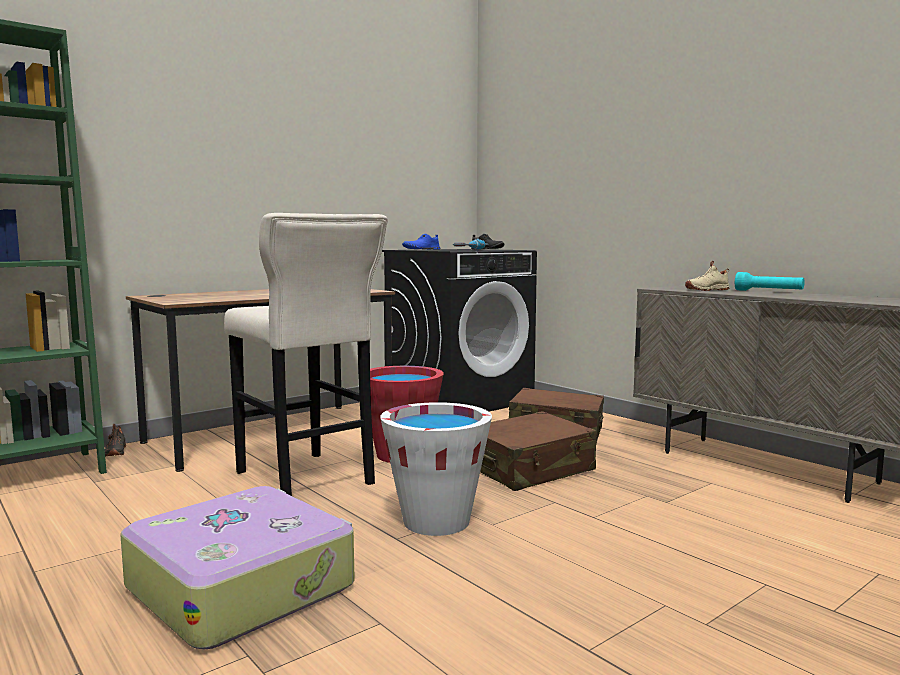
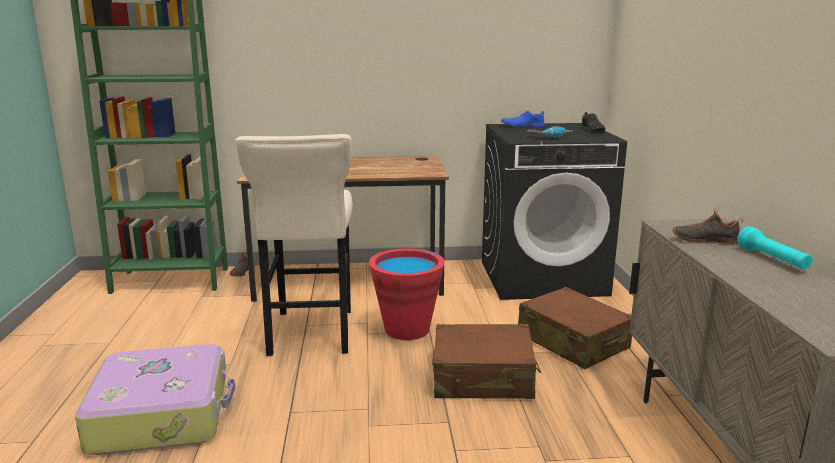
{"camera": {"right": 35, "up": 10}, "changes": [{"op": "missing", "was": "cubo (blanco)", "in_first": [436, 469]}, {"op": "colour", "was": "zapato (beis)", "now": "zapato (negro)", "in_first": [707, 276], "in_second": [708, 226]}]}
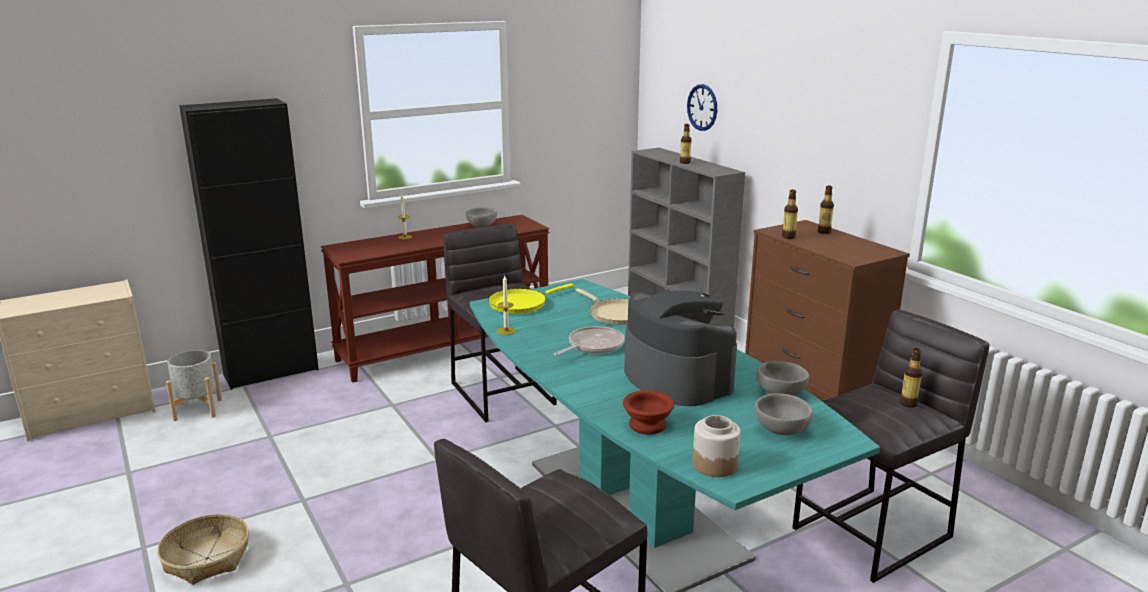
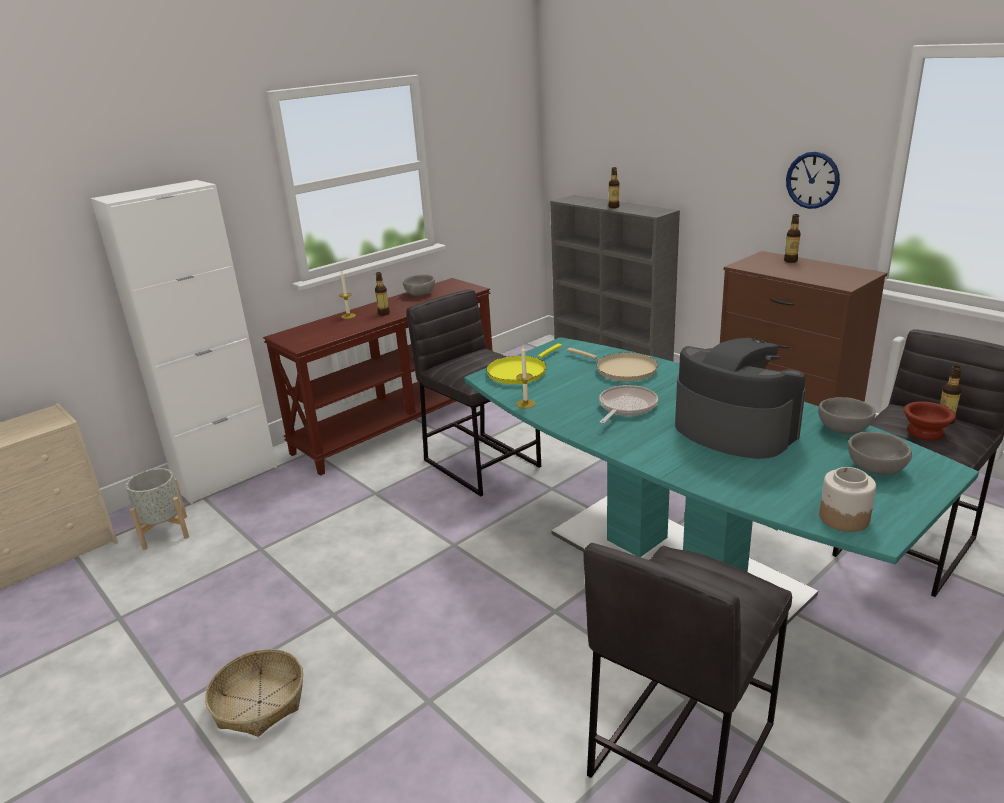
{"camera": {"right": -10, "up": 5}, "changes": [{"op": "relocated", "was": "cuenco (marrón)", "in_first": [648, 412], "in_second": [930, 421]}, {"op": "relocated", "was": "reloj de pared", "in_first": [702, 107], "in_second": [813, 180]}, {"op": "relocated", "was": "botella", "in_first": [790, 214], "in_second": [382, 294]}, {"op": "colour", "was": "armario (negro)", "now": "armario (blanco)", "in_first": [249, 244], "in_second": [184, 342]}]}
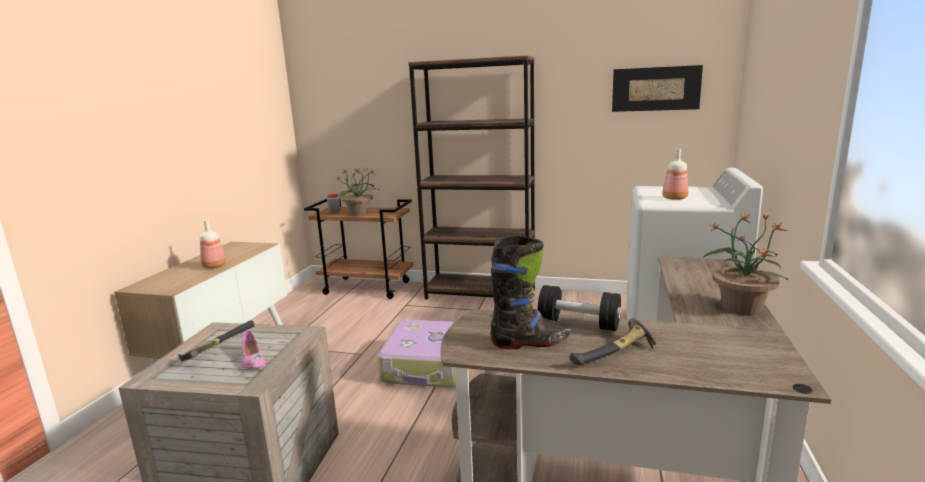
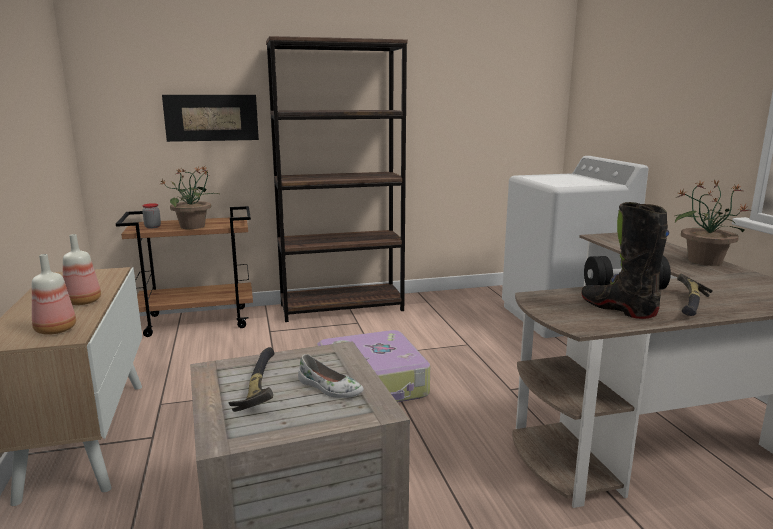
{"camera": {"right": -30, "up": 0}, "changes": [{"op": "relocated", "was": "cuadro", "in_first": [657, 88], "in_second": [210, 118]}, {"op": "relocated", "was": "botella", "in_first": [675, 174], "in_second": [54, 294]}, {"op": "colour", "was": "zapato (rosa)", "now": "zapato (blanco)", "in_first": [253, 350], "in_second": [331, 376]}, {"op": "spun", "was": "bota (negro)", "in_first": [530, 292], "in_second": [625, 260], "clockwise": -90}]}
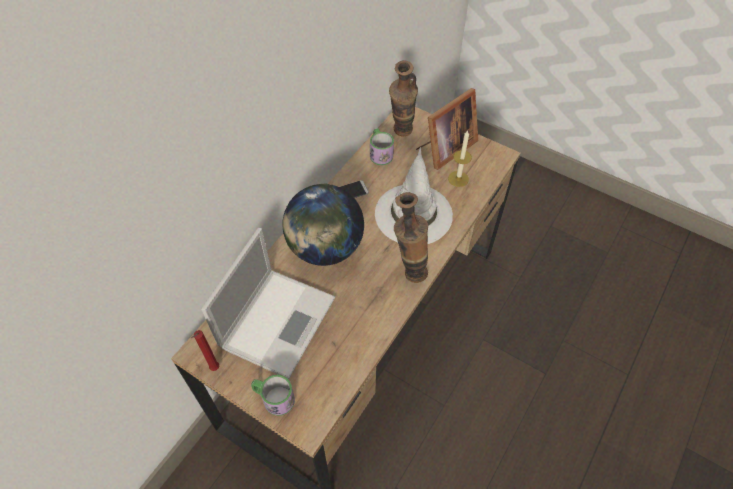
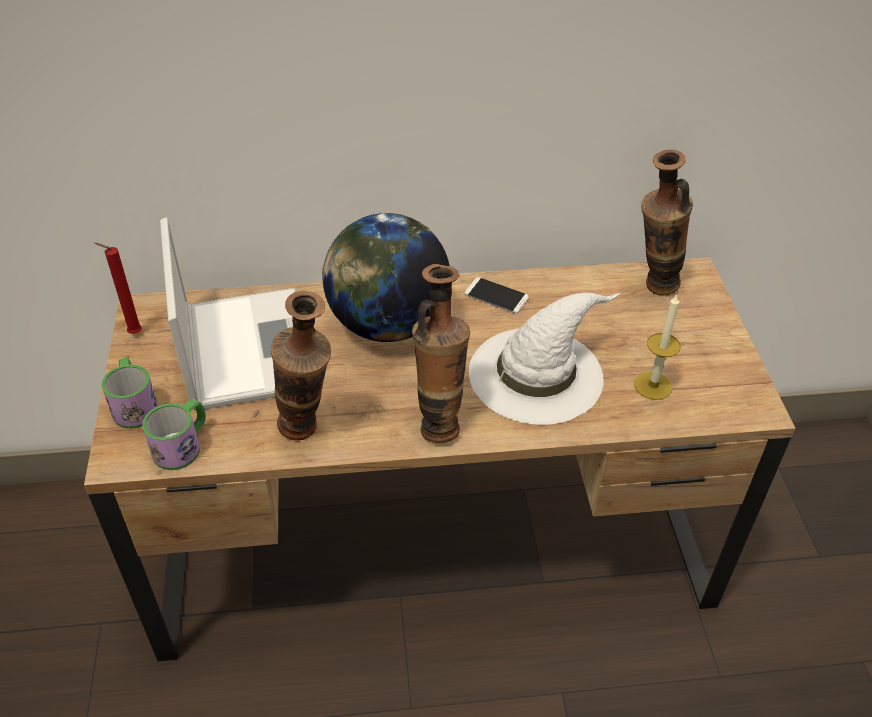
{"camera": {"right": 50, "up": -10}, "changes": [{"op": "missing", "was": "portarretratos", "in_first": [447, 129]}, {"op": "appeared", "now": "florero", "in_second": [301, 365]}, {"op": "relocated", "was": "taza grande", "in_first": [382, 146], "in_second": [174, 434]}, {"op": "spun", "was": "portátil", "in_first": [268, 303], "in_second": [228, 313], "clockwise": -90}]}
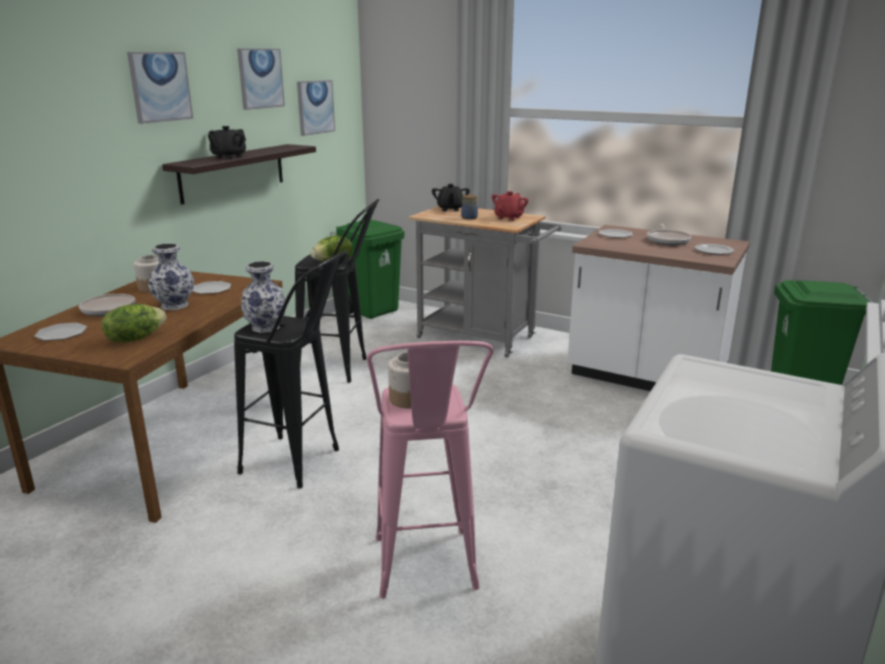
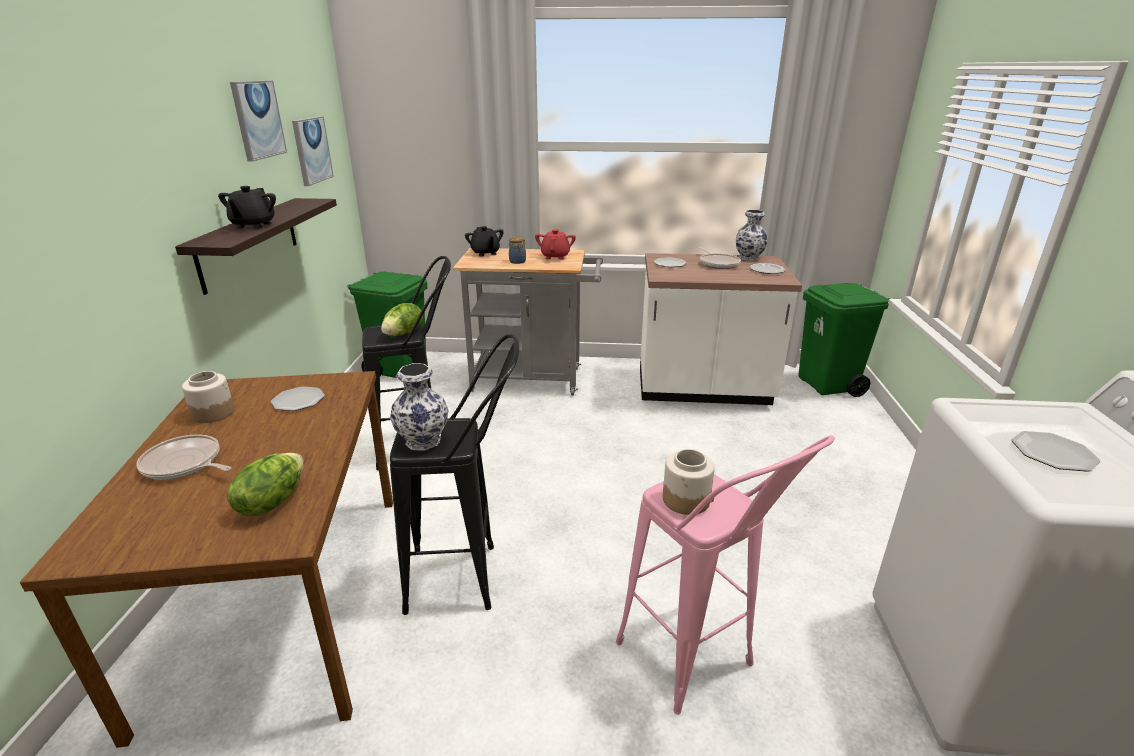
{"camera": {"right": -25, "up": 5}, "changes": [{"op": "missing", "was": "cuadro", "in_first": [160, 88]}, {"op": "relocated", "was": "plato", "in_first": [60, 332], "in_second": [1056, 451]}, {"op": "relocated", "was": "florero", "in_first": [171, 276], "in_second": [751, 235]}]}
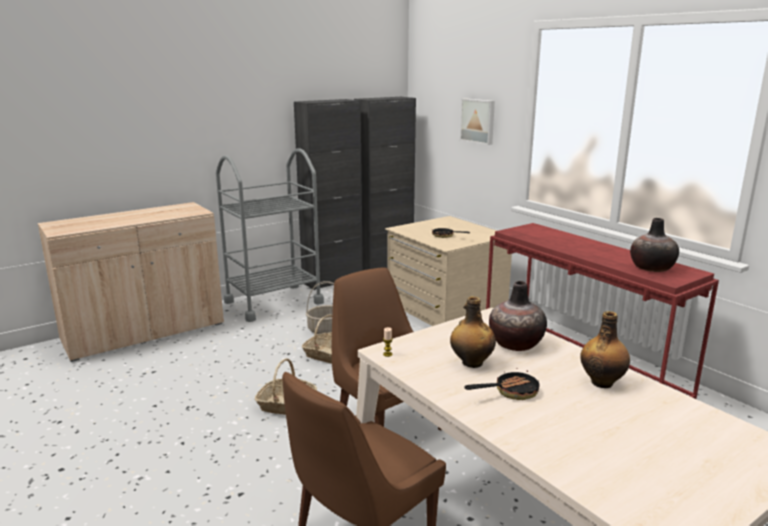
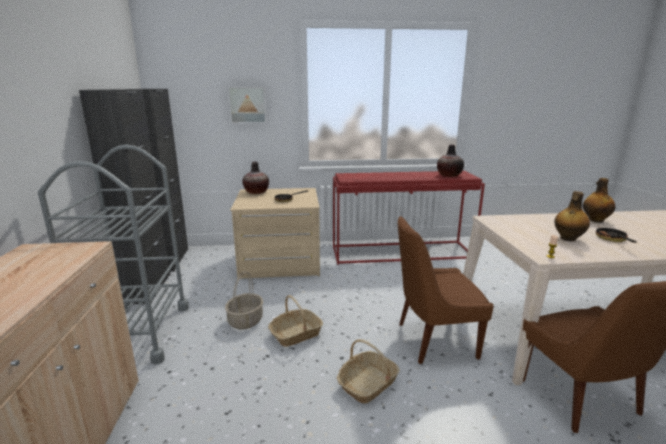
{"camera": {"right": -60, "up": 0}, "changes": [{"op": "relocated", "was": "florero", "in_first": [518, 316], "in_second": [255, 178]}]}
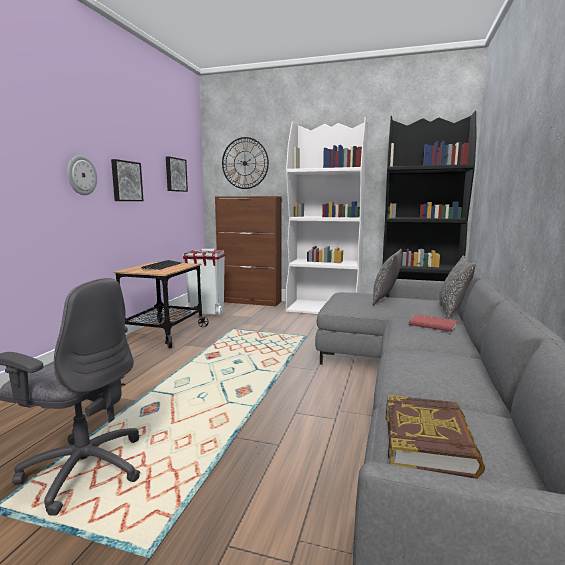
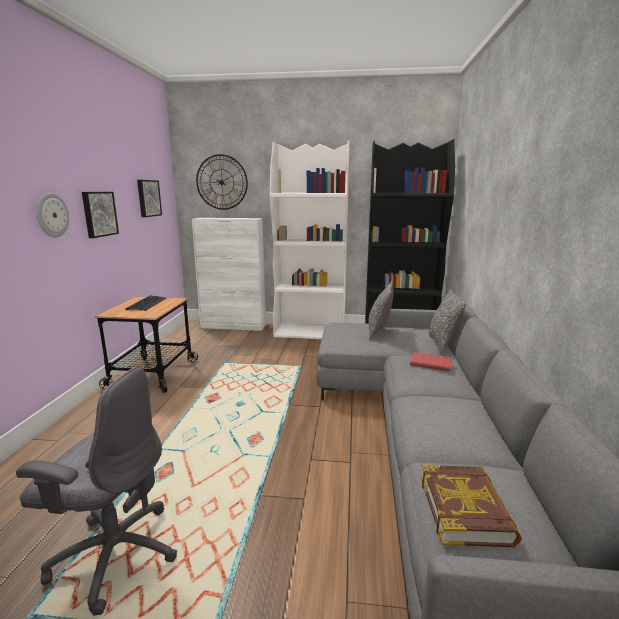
{"camera": {"right": -10, "up": 5}, "changes": [{"op": "missing", "was": "papelera (blanco)", "in_first": [204, 282]}, {"op": "colour", "was": "armario (marrón)", "now": "armario (blanco)", "in_first": [248, 251], "in_second": [229, 274]}]}
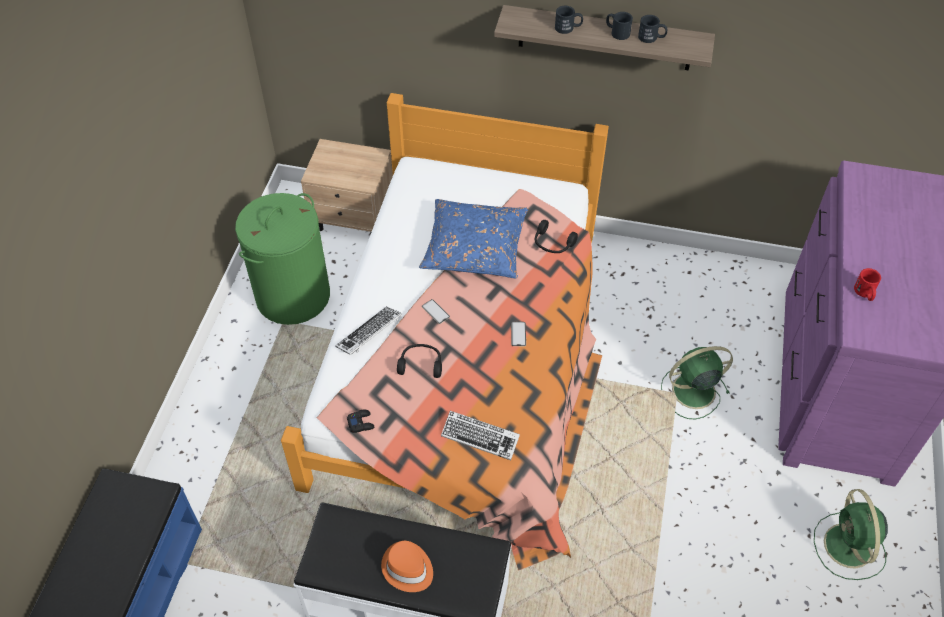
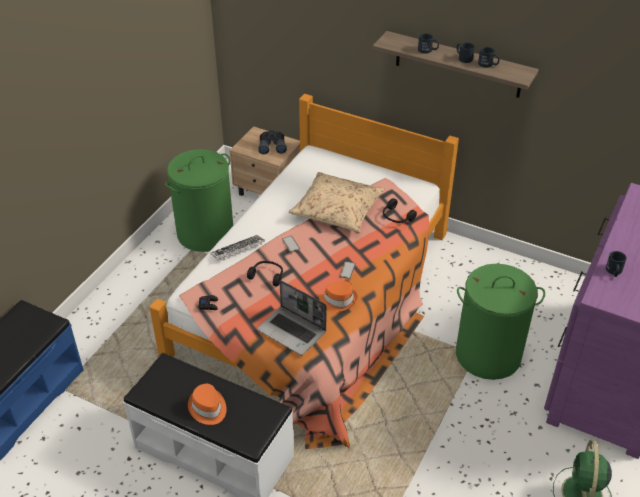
{"camera": {"right": 15, "up": -10}, "changes": [{"op": "appeared", "now": "prismáticos (gris)", "in_second": [272, 142]}, {"op": "appeared", "now": "sombrero (naranja)", "in_second": [338, 296]}, {"op": "exchanged", "was": "teclado", "now": "portátil", "in_first": [480, 435], "in_second": [291, 317]}, {"op": "exchanged", "was": "ventilador (verde)", "now": "cesto de la ropa (verde)", "in_first": [697, 382], "in_second": [500, 322]}, {"op": "colour", "was": "cojín (azul)", "now": "cojín (beis)", "in_first": [473, 238], "in_second": [337, 202]}, {"op": "colour", "was": "taza grande (rojo)", "now": "taza grande (negro)", "in_first": [867, 284], "in_second": [616, 264]}]}
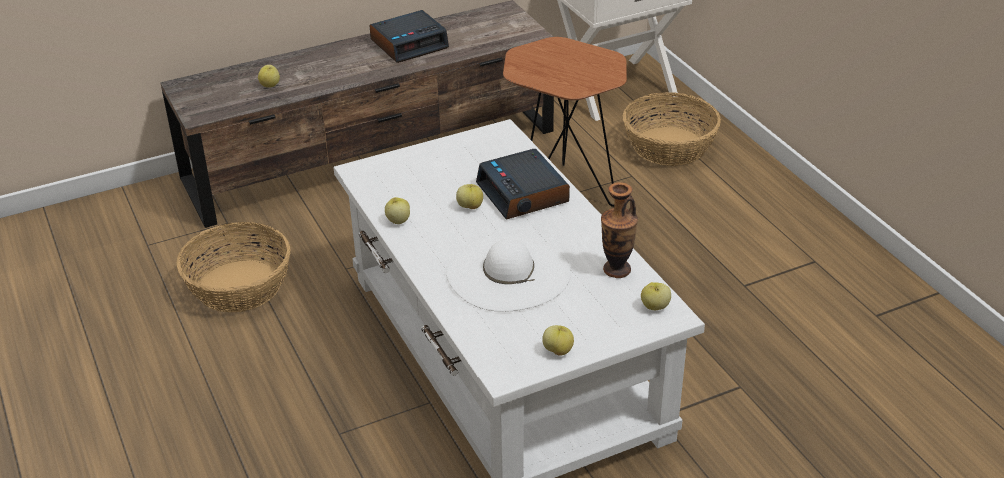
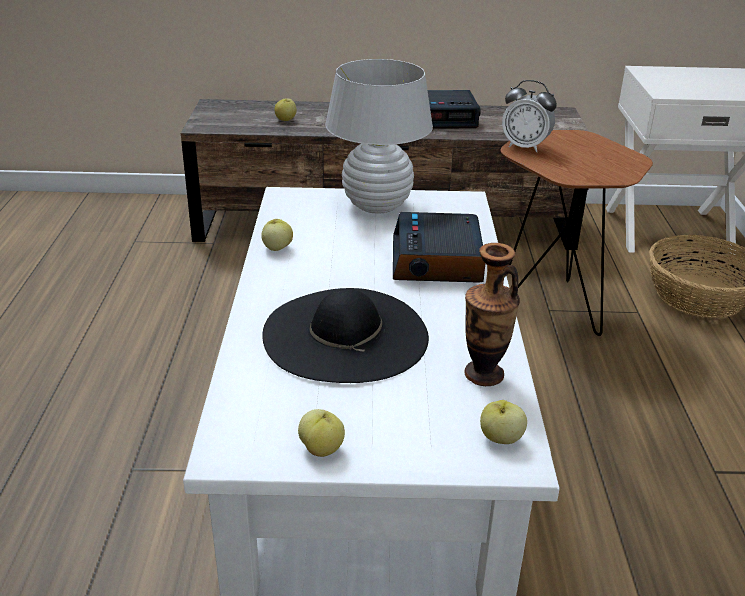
{"camera": {"right": 25, "up": -5}, "changes": [{"op": "missing", "was": "cesta", "in_first": [234, 267]}, {"op": "missing", "was": "manzana", "in_first": [469, 196]}, {"op": "appeared", "now": "lámpara de mesa (blanco)", "in_second": [379, 136]}, {"op": "appeared", "now": "despertador", "in_second": [529, 116]}, {"op": "colour", "was": "sombrero (blanco)", "now": "sombrero (negro)", "in_first": [508, 272], "in_second": [345, 335]}]}
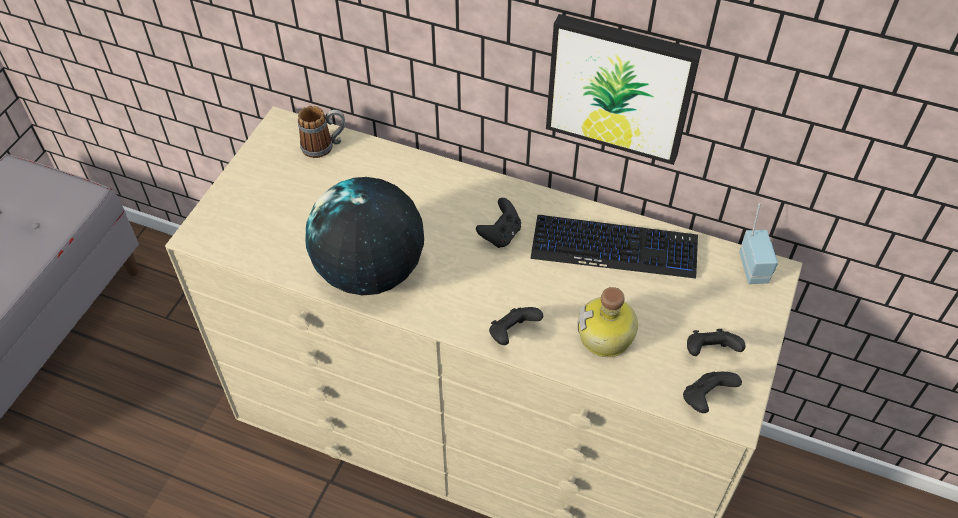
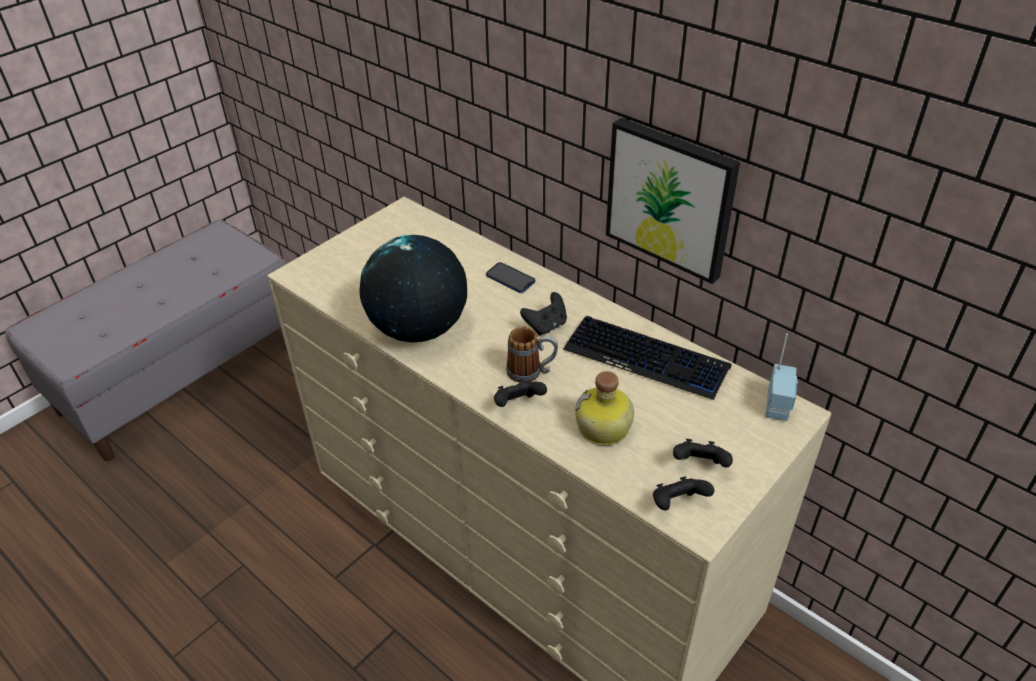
{"camera": {"right": 20, "up": -10}, "changes": [{"op": "appeared", "now": "móvil", "in_second": [510, 277]}, {"op": "relocated", "was": "taza grande", "in_first": [321, 132], "in_second": [532, 354]}]}
